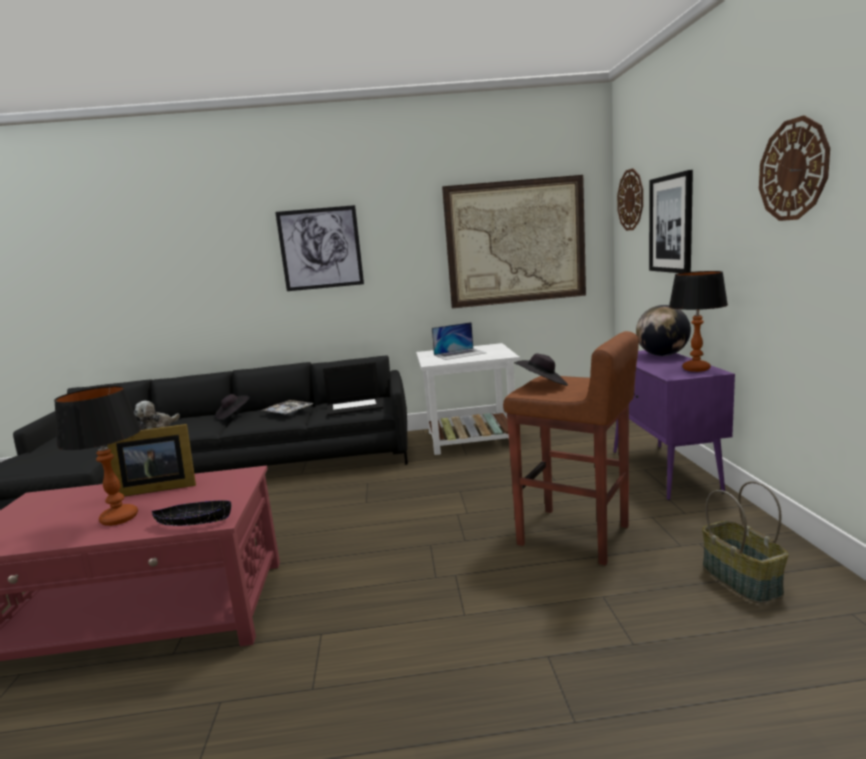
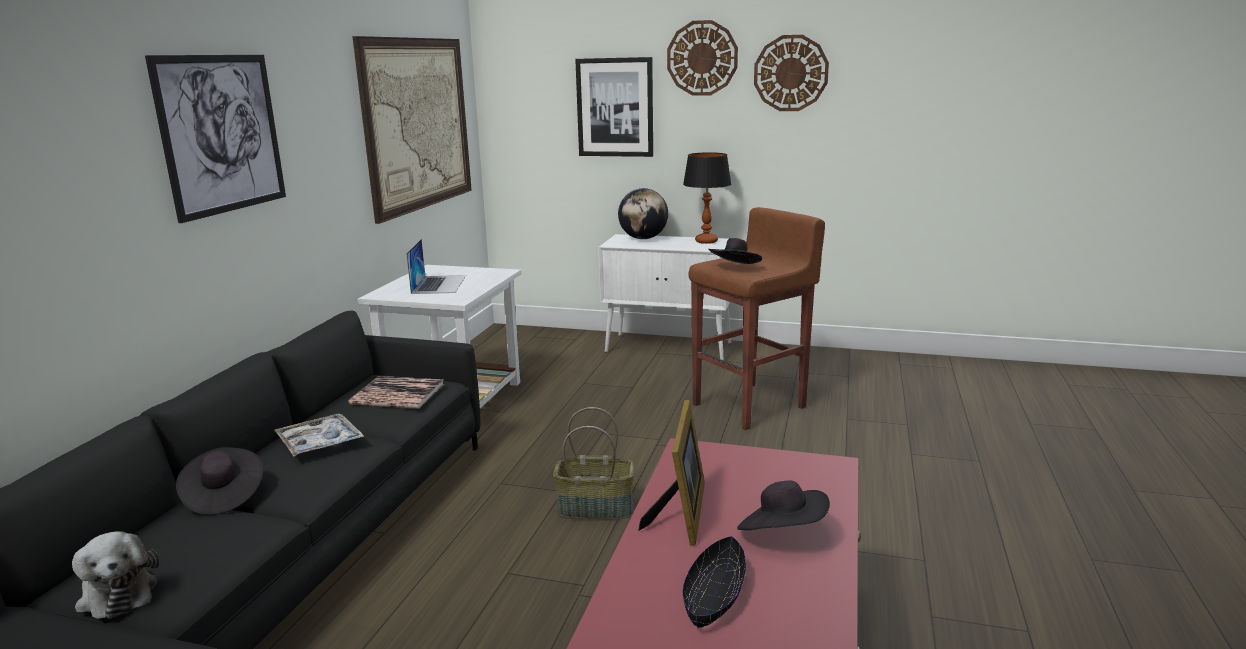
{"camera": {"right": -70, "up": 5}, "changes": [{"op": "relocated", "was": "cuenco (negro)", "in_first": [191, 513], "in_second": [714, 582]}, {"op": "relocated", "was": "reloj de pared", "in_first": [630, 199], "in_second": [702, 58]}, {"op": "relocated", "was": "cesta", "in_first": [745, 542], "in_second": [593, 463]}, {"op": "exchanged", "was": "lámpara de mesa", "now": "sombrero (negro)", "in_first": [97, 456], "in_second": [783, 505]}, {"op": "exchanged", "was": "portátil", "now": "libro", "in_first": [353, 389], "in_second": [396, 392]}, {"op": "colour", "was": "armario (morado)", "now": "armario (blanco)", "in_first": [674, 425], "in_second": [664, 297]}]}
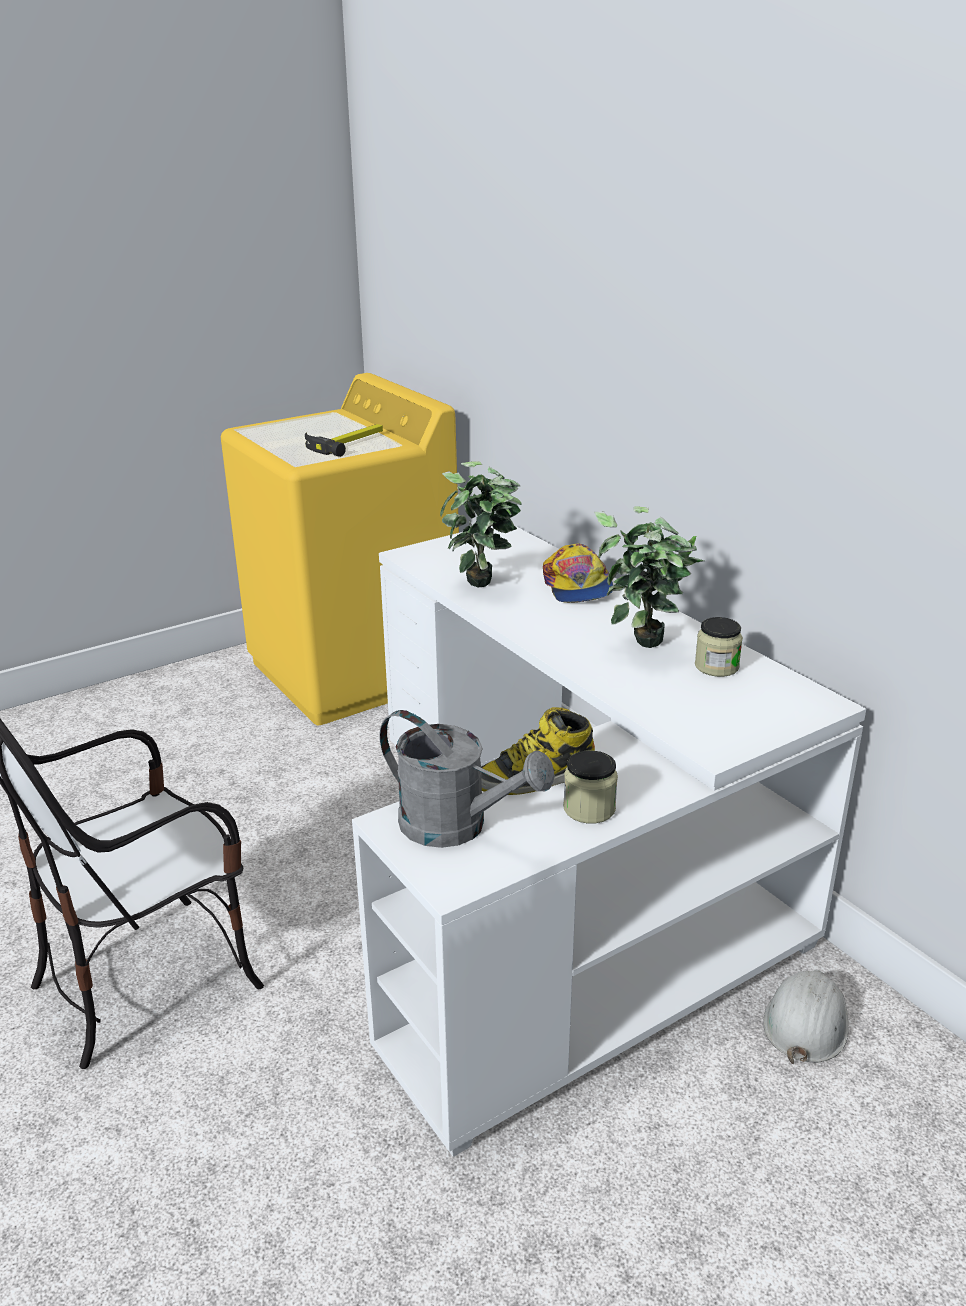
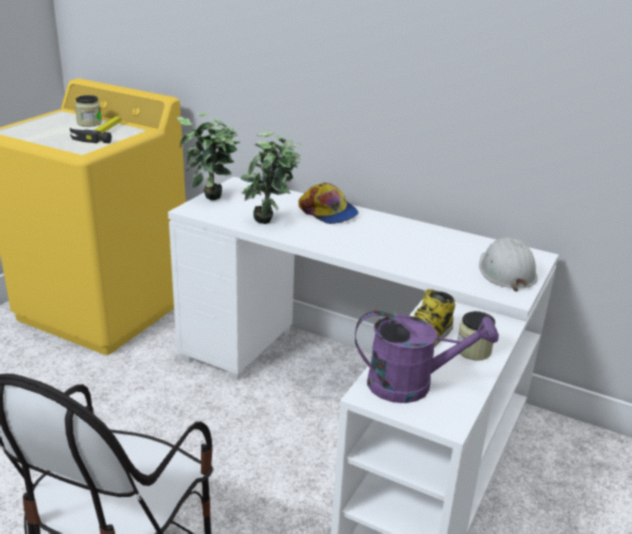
{"camera": {"right": -30, "up": 0}, "changes": [{"op": "relocated", "was": "planta en maceta", "in_first": [649, 577], "in_second": [208, 156]}, {"op": "relocated", "was": "tarro", "in_first": [719, 647], "in_second": [88, 111]}, {"op": "relocated", "was": "casco (blanco)", "in_first": [805, 1016], "in_second": [508, 264]}, {"op": "colour", "was": "regadera (gris)", "now": "regadera (morado)", "in_first": [467, 779], "in_second": [427, 357]}]}
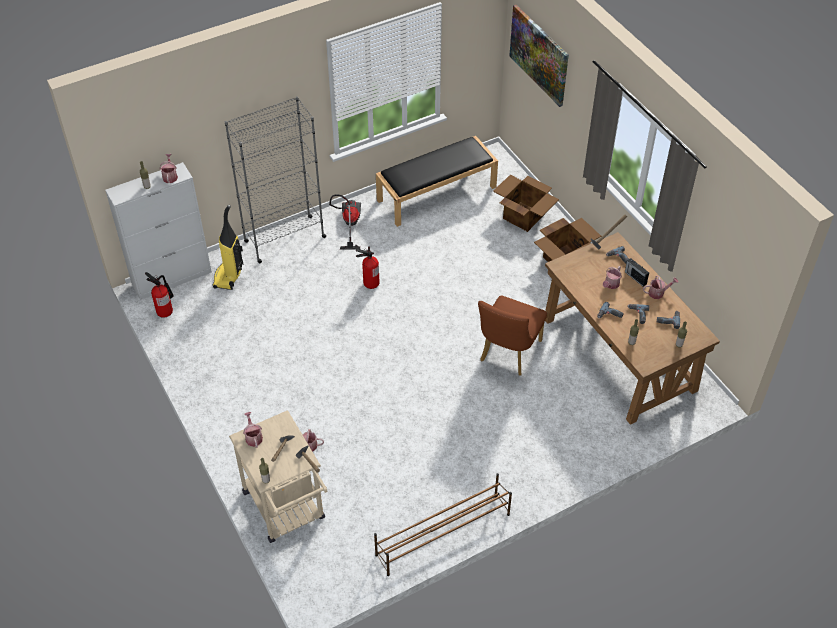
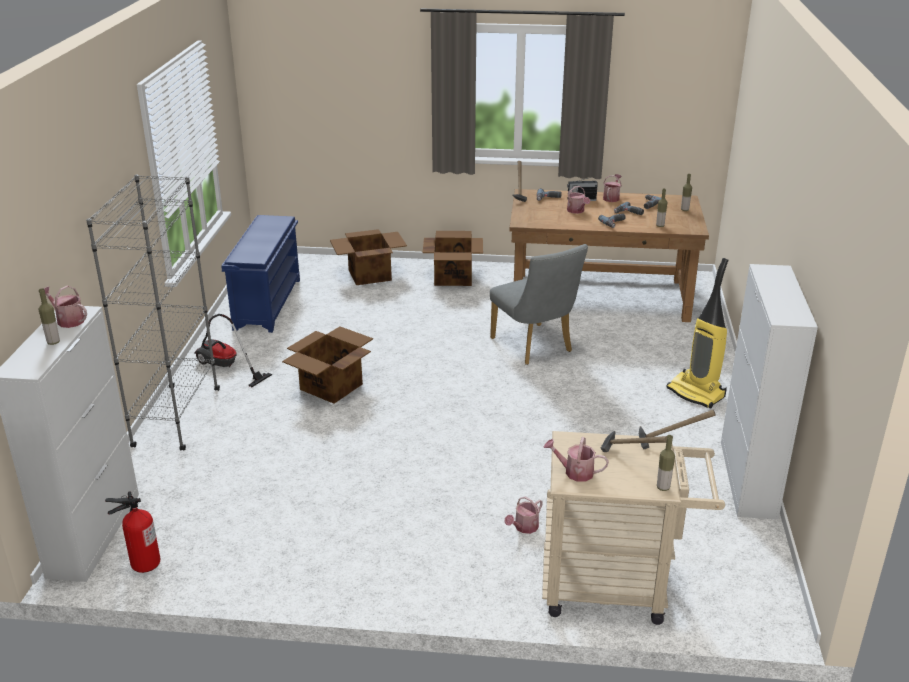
{"camera": {"right": -55, "up": -20}, "changes": [{"op": "missing", "was": "cuadro", "in_first": [539, 56]}, {"op": "relocated", "was": "aspiradora", "in_first": [228, 247], "in_second": [697, 333]}, {"op": "exchanged", "was": "extintor", "now": "caja de cartón", "in_first": [368, 267], "in_second": [327, 365]}, {"op": "exchanged", "was": "zapatero (marrón)", "now": "armario (blanco)", "in_first": [443, 524], "in_second": [769, 392]}, {"op": "exchanged", "was": "banco (negro)", "now": "zapatero (azul)", "in_first": [437, 181], "in_second": [260, 274]}, {"op": "colour", "was": "silla (marrón)", "now": "silla (gris)", "in_first": [512, 335], "in_second": [539, 304]}]}
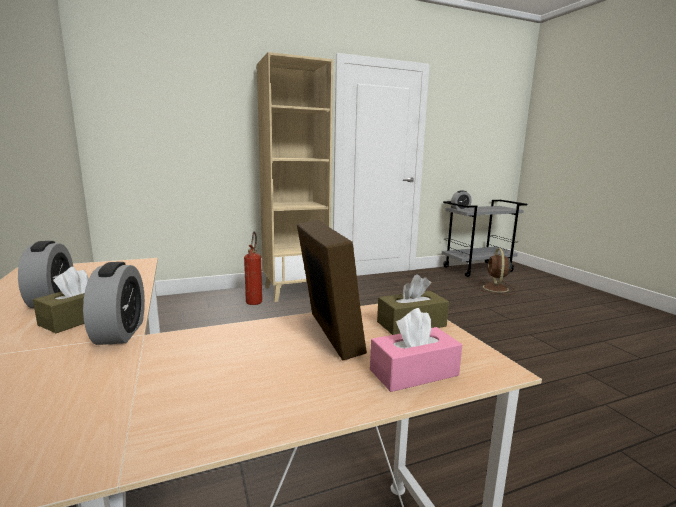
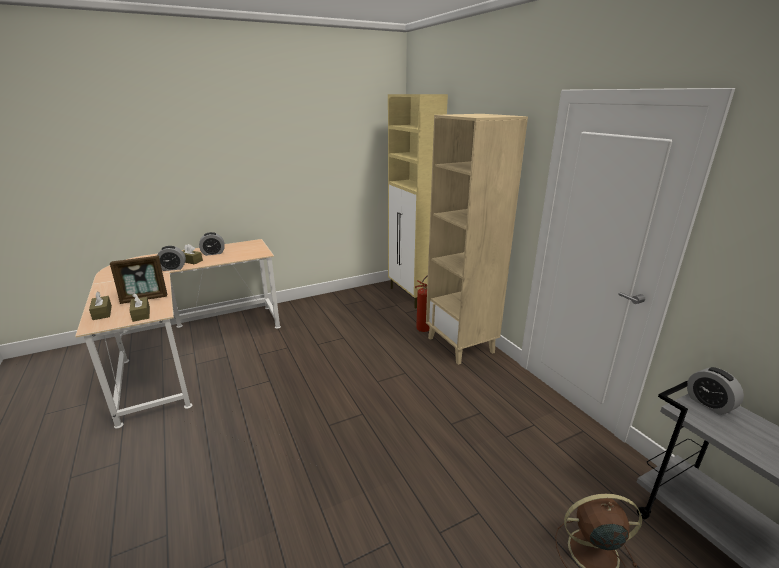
{"camera": {"right": 85, "up": 10}, "changes": [{"op": "appeared", "now": "armario (beis)", "in_second": [418, 201]}, {"op": "colour", "was": "caja de pañuelos (rosa)", "now": "caja de pañuelos (marrón)", "in_first": [416, 350], "in_second": [100, 305]}]}
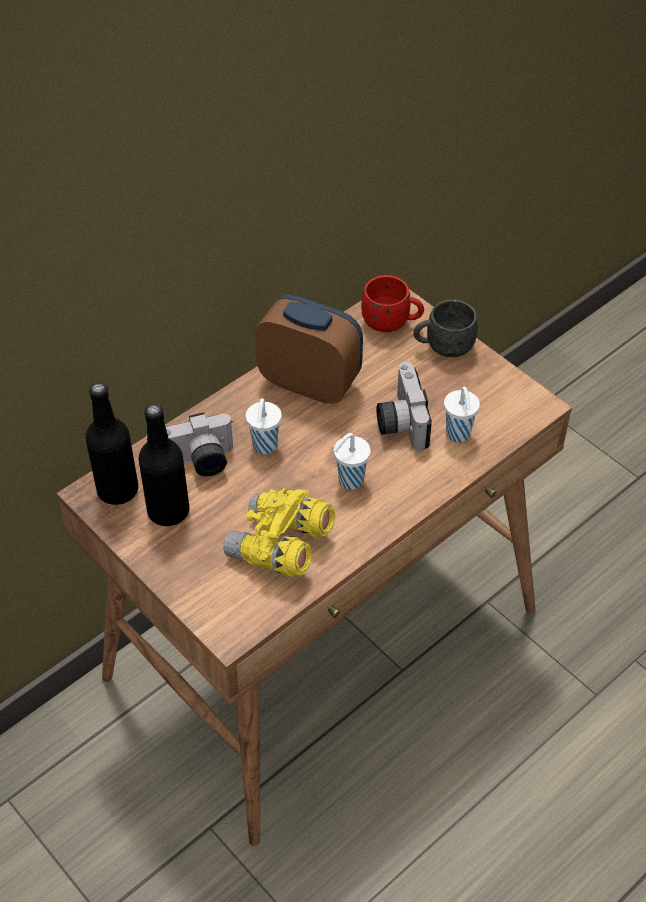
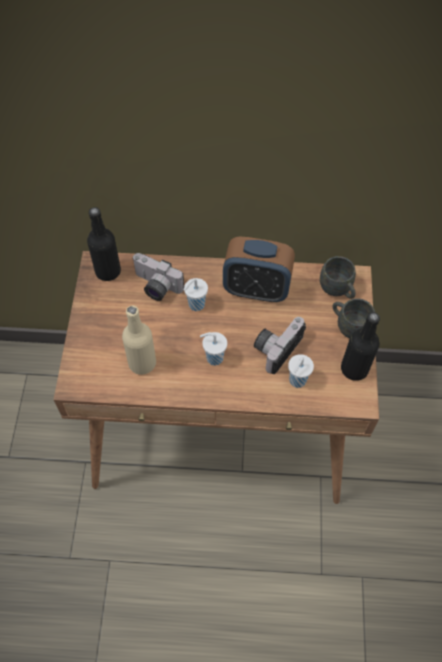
{"camera": {"right": 45, "up": 10}, "changes": [{"op": "relocated", "was": "botella (negro)", "in_first": [163, 465], "in_second": [360, 346]}, {"op": "exchanged", "was": "prismáticos (amarillo)", "now": "botella (beis)", "in_first": [279, 532], "in_second": [139, 340]}, {"op": "colour", "was": "taza grande (rojo)", "now": "taza grande (gris)", "in_first": [393, 303], "in_second": [338, 277]}, {"op": "spun", "was": "despertador", "in_first": [309, 349], "in_second": [259, 269], "clockwise": 120}]}
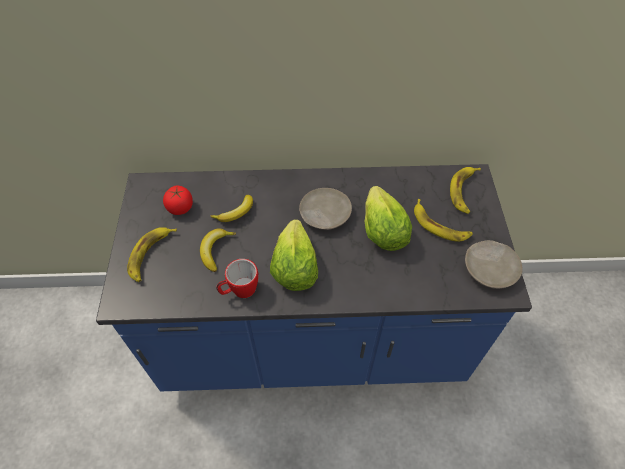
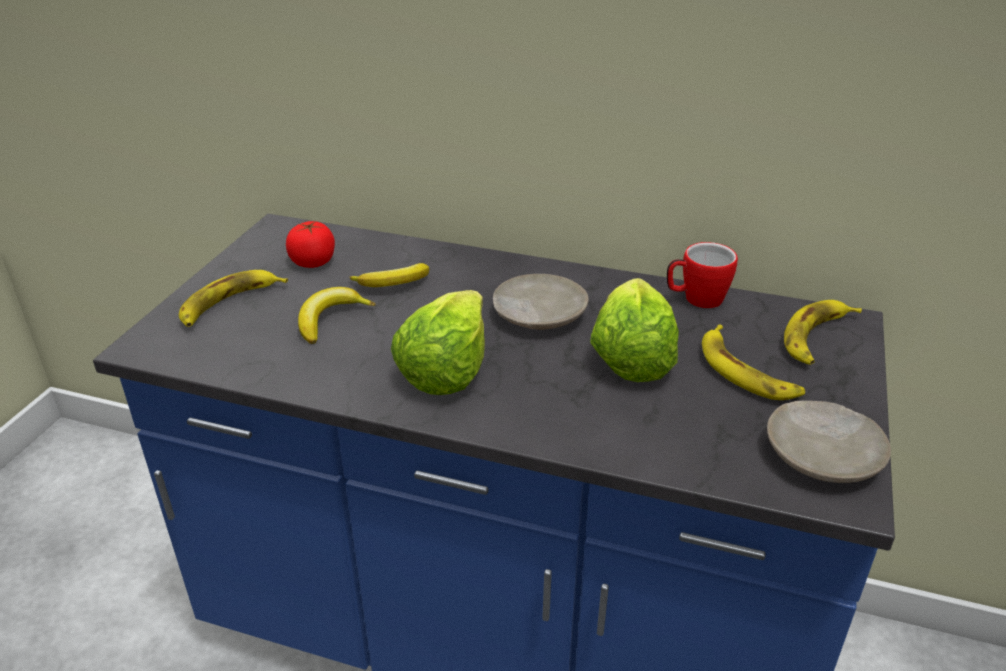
{"camera": {"right": 20, "up": -20}, "changes": [{"op": "relocated", "was": "taza grande", "in_first": [237, 278], "in_second": [702, 275]}]}
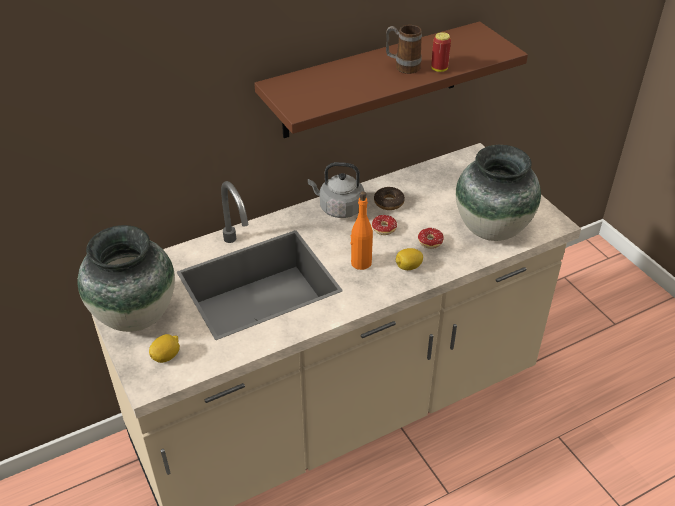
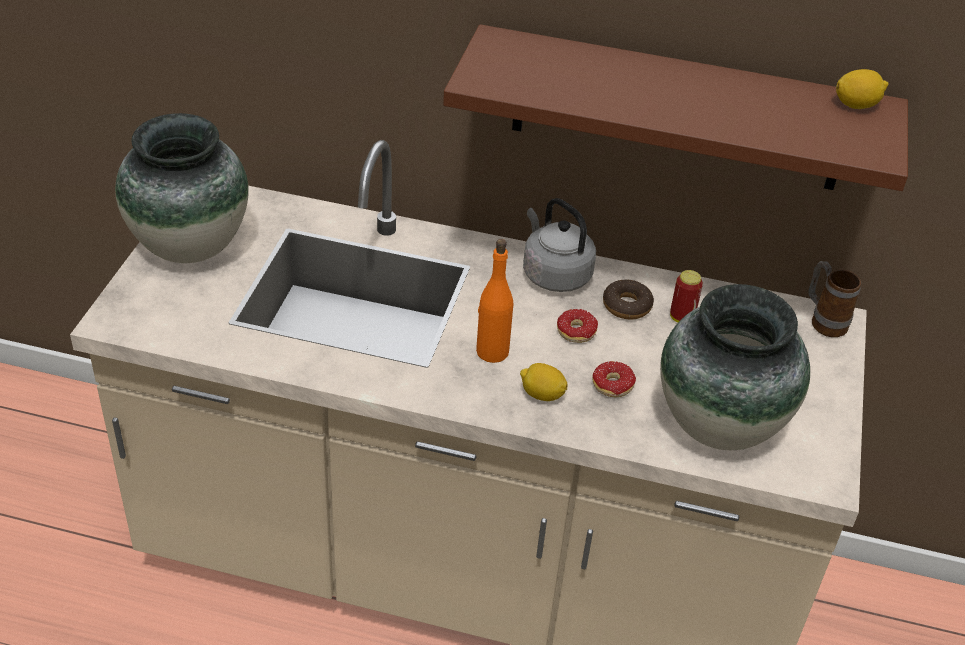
{"camera": {"right": 40, "up": 0}, "changes": [{"op": "relocated", "was": "limón", "in_first": [164, 348], "in_second": [862, 89]}, {"op": "relocated", "was": "taza grande", "in_first": [404, 49], "in_second": [835, 299]}, {"op": "relocated", "was": "lata", "in_first": [441, 52], "in_second": [686, 296]}]}
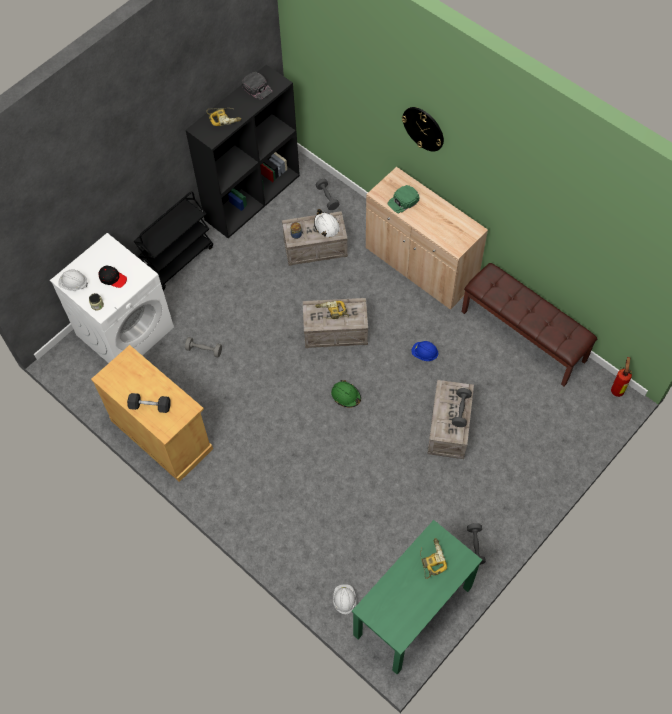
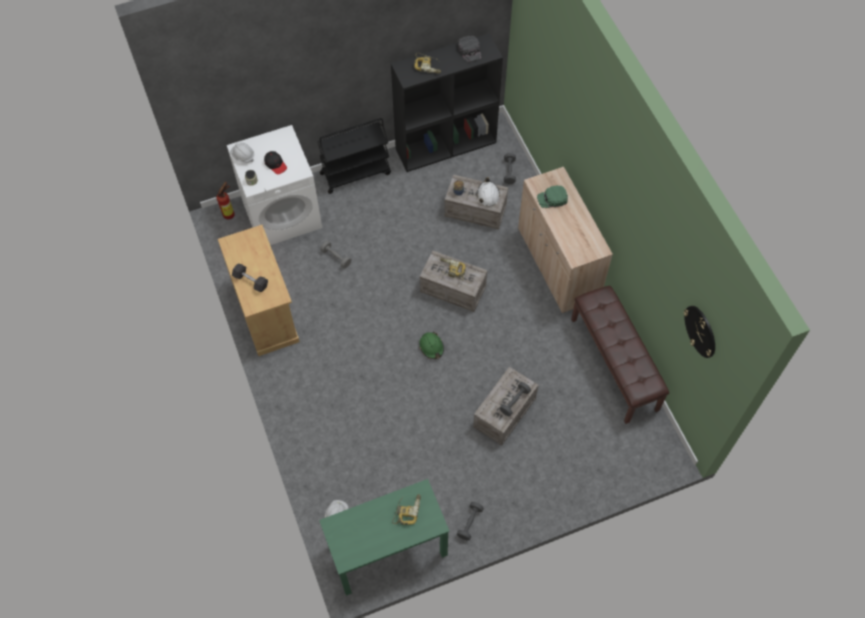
{"camera": {"right": 25, "up": 0}, "changes": [{"op": "missing", "was": "casco (azul)", "in_first": [425, 351]}, {"op": "relocated", "was": "reloj de pared", "in_first": [423, 129], "in_second": [699, 332]}, {"op": "relocated", "was": "extintor", "in_first": [621, 377], "in_second": [226, 200]}]}
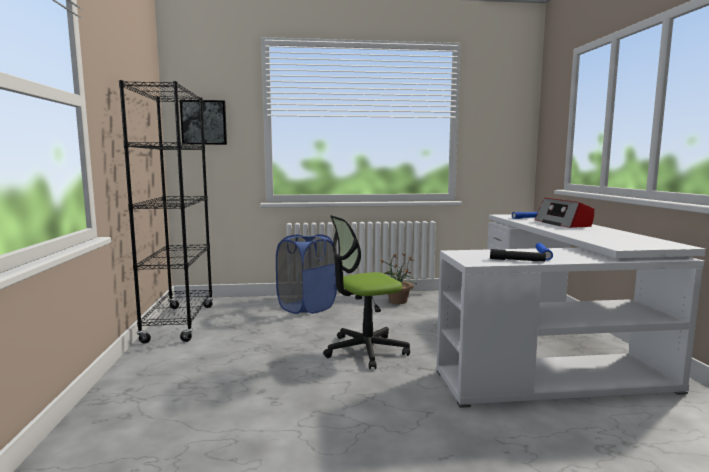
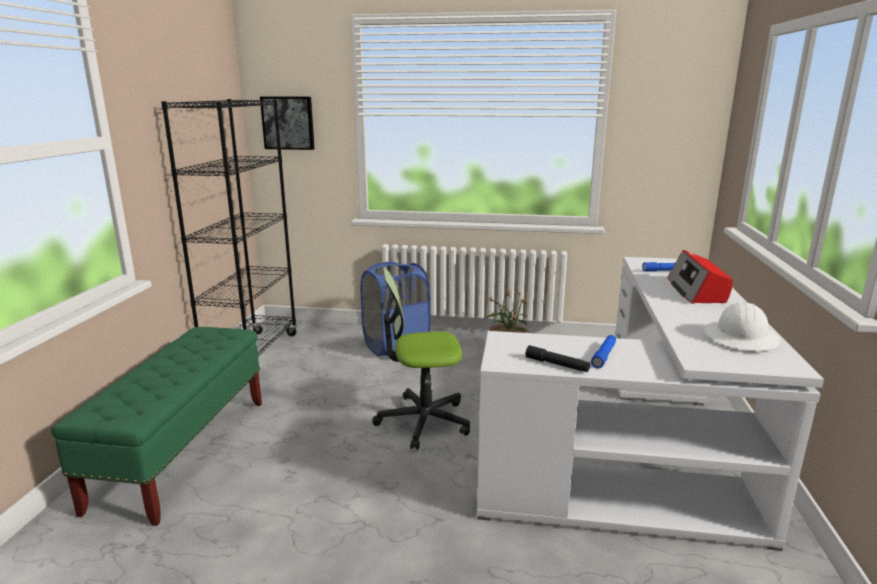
{"camera": {"right": 15, "up": 10}, "changes": [{"op": "appeared", "now": "banco (verde)", "in_second": [156, 426]}, {"op": "appeared", "now": "casco (blanco)", "in_second": [742, 326]}]}
